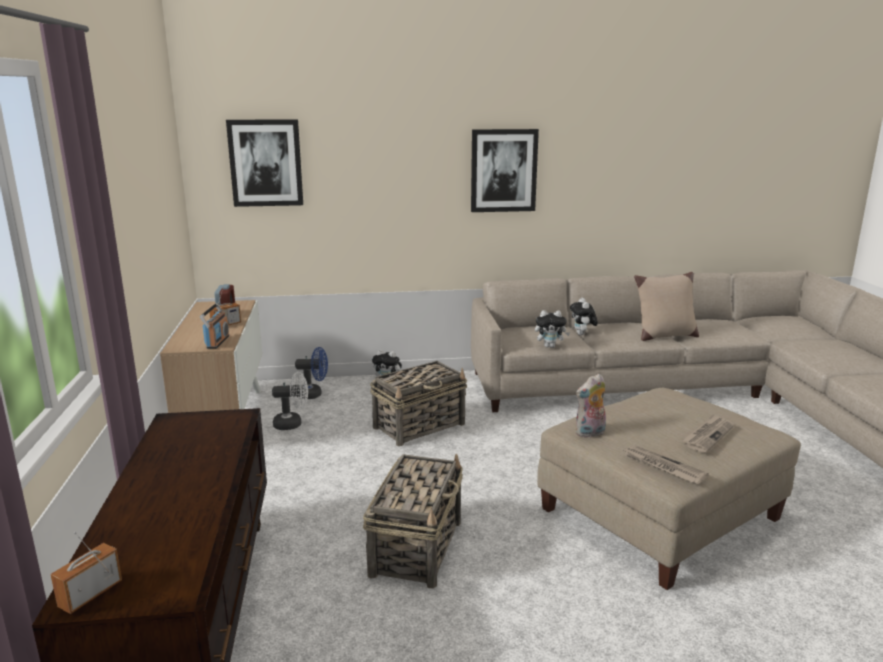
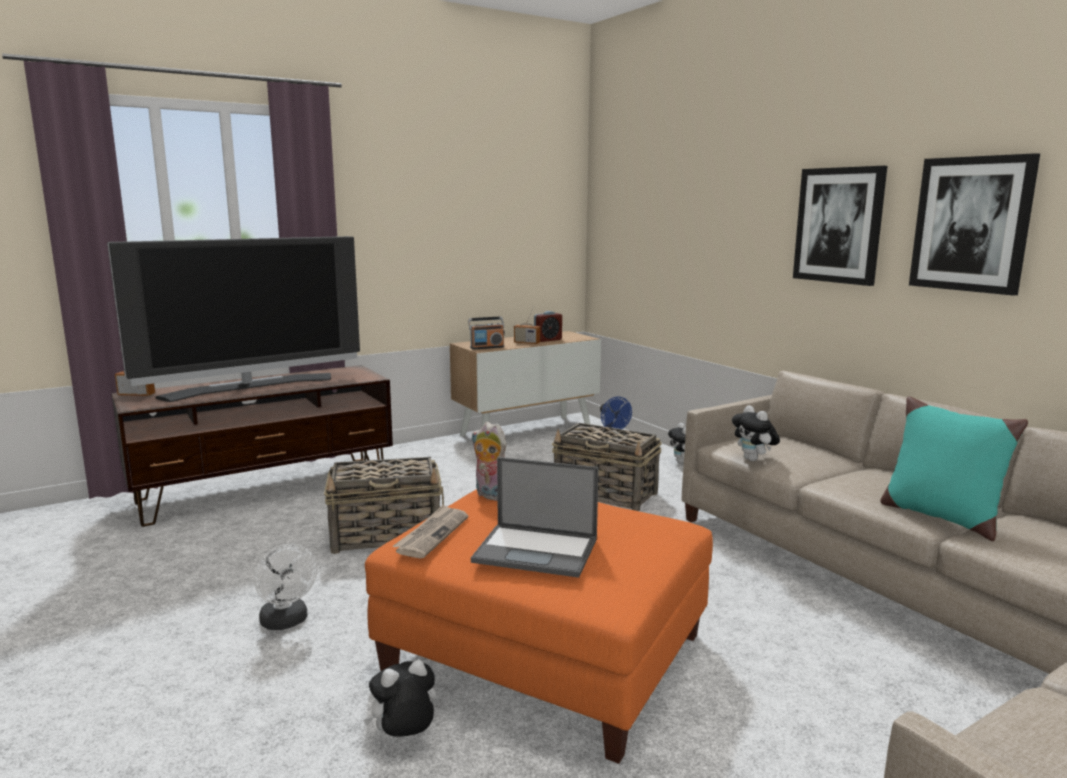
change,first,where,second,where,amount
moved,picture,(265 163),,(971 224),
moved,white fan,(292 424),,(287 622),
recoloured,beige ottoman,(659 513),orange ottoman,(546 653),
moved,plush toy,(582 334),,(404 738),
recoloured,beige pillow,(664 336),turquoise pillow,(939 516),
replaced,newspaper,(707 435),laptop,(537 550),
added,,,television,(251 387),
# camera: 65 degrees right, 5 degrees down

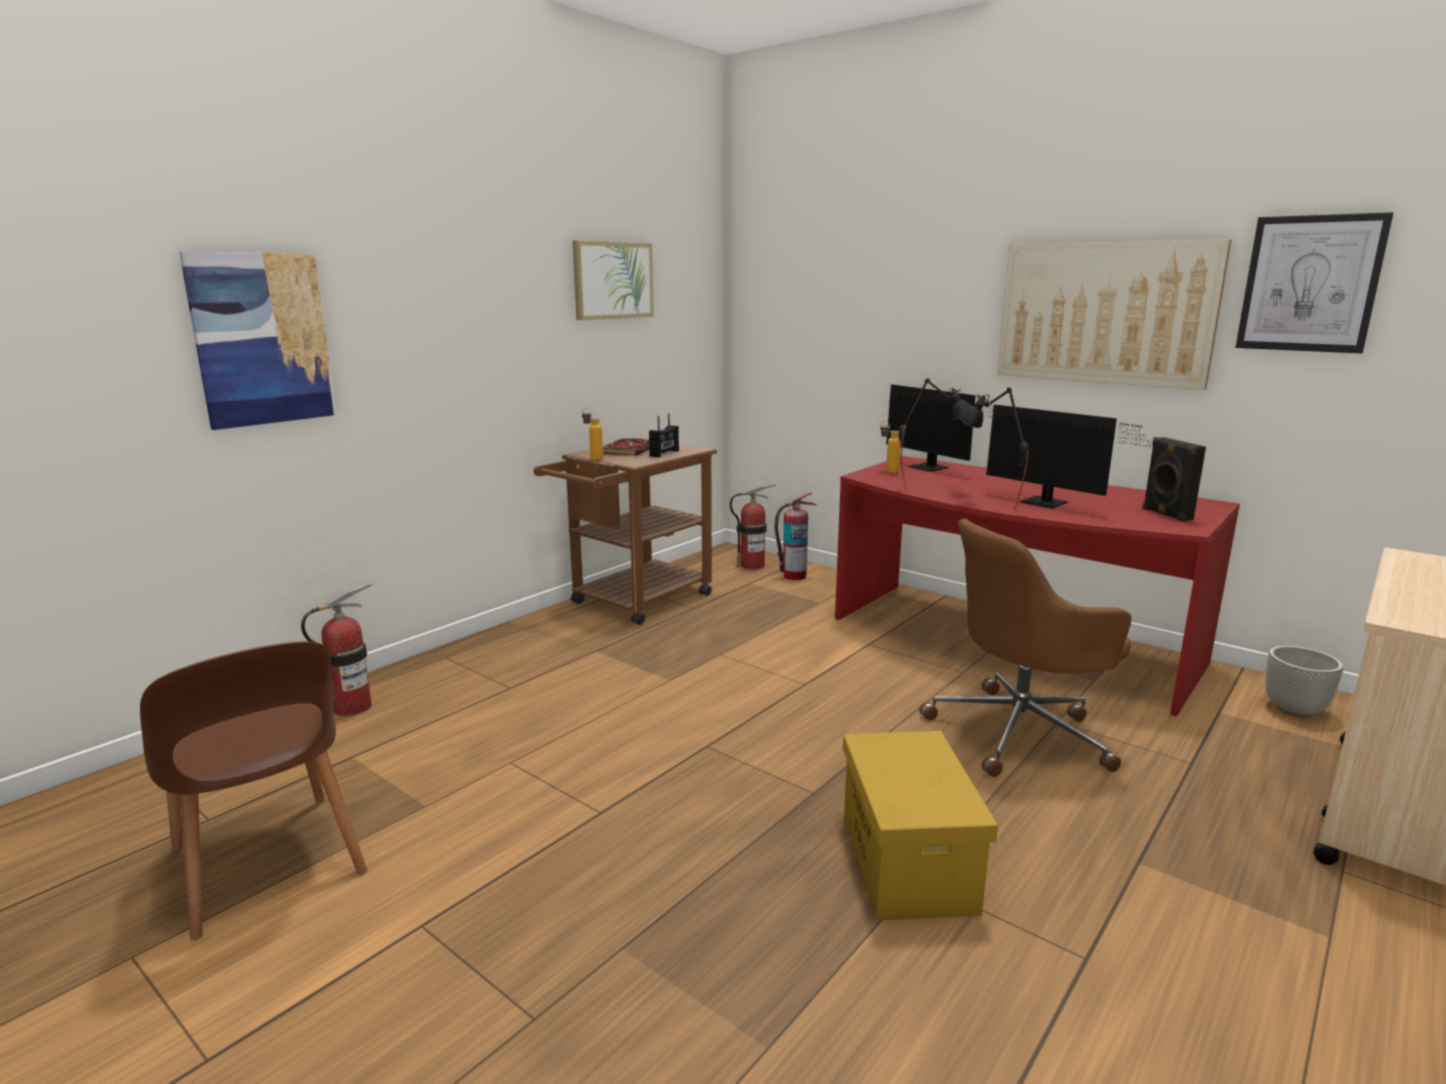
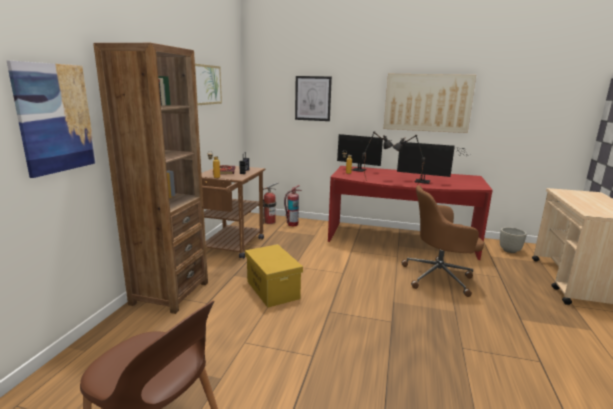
change,first,where,second,where,amount
removed,fire extinguisher,(352 707),,,
moved,yellow storage box,(908 863),,(273 290),
turned,brown office chair,(1020 732),,(439 277),45 degrees clockwise
removed,black speaker,(1165 514),,,
moved,picture,(1310 284),,(313 98),
added,,,brown bookcase,(170 293),
# camera: 25 degrees left, 0 degrees up

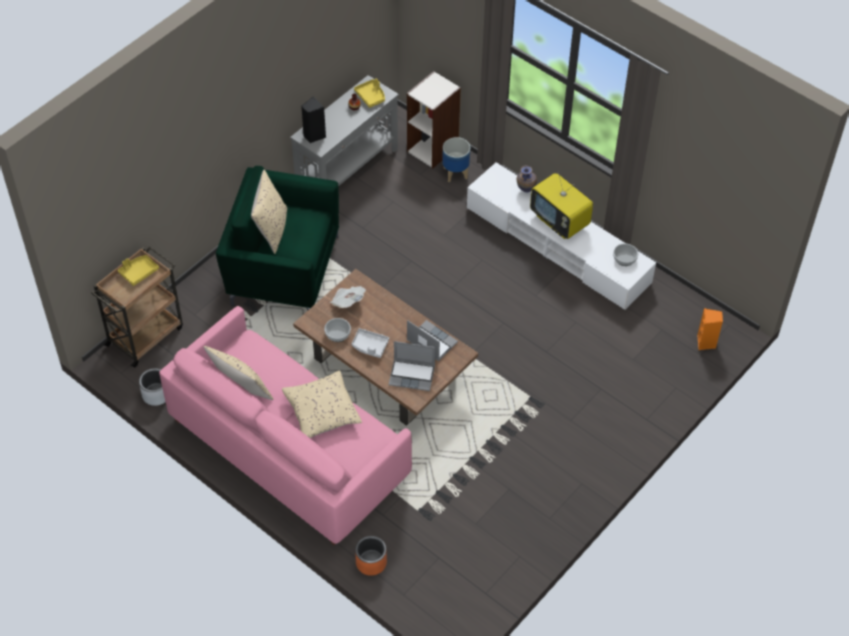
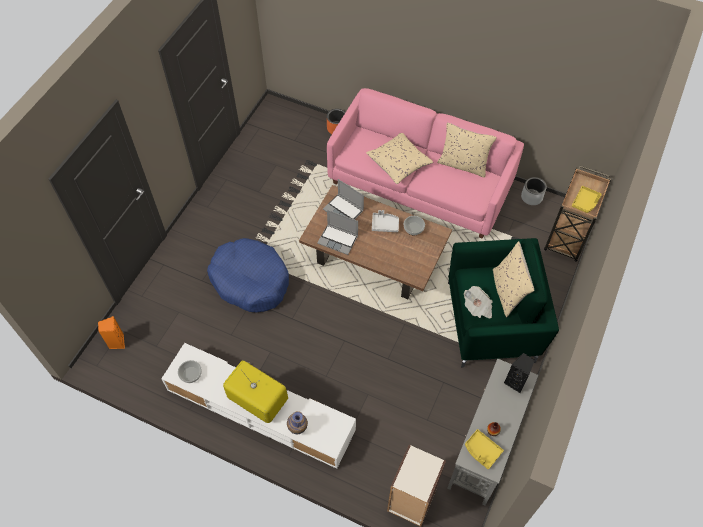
change,first,where,second,where,amount
moved,newspaper,(348 302),,(477 307),
turned,laptop,(412 375),,(344 210),135 degrees counterclockwise
removed,planter,(456 173),,,
added,,,blue dog bed,(250 280),
# camera: 165 degrees right, 5 degrees up

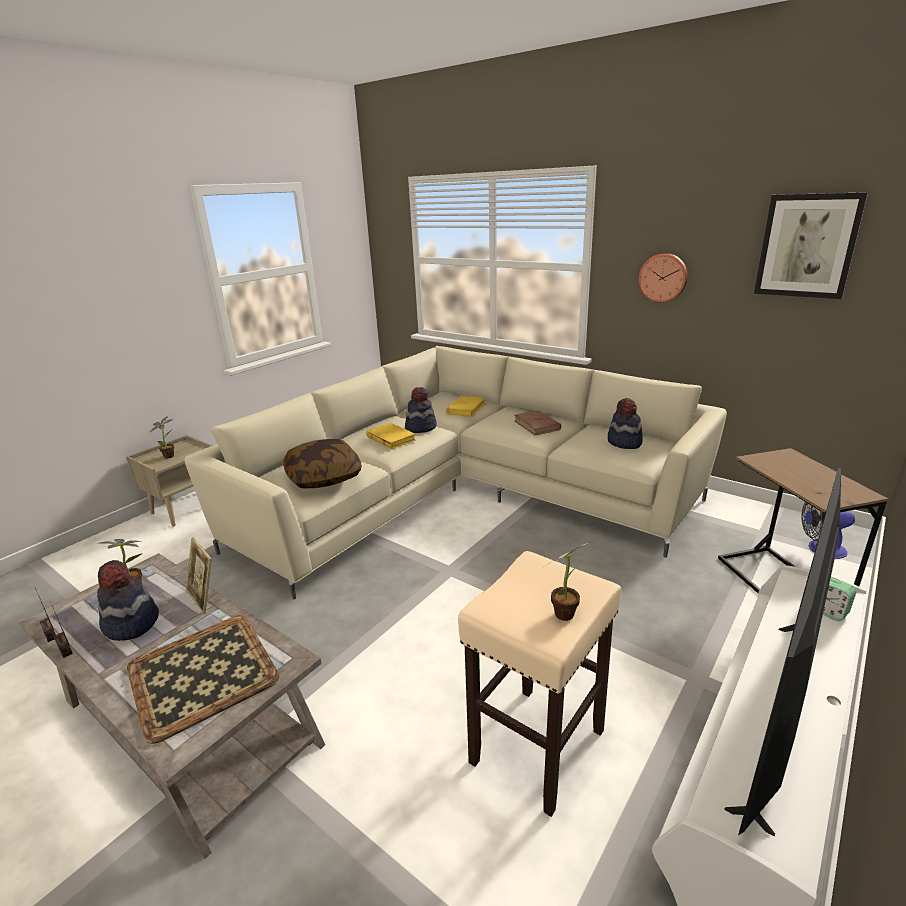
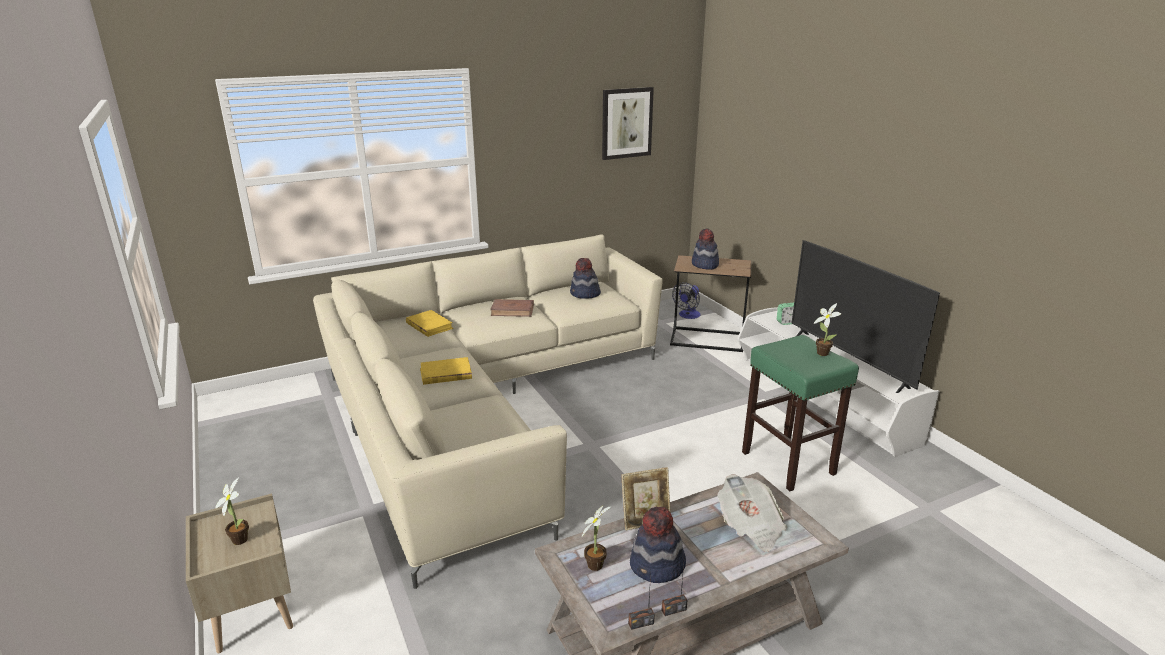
change,first,where,second,where,amount
replaced,tray,(201 675),newspaper,(750 527),
removed,pillow,(324 476),,,
moved,hat,(420 427),,(704 265),
recoloured,beige stool,(537 747),green stool,(789 463),
removed,wall clock,(663 277),,,
# camera: 65 degrees left, 0 degrees up

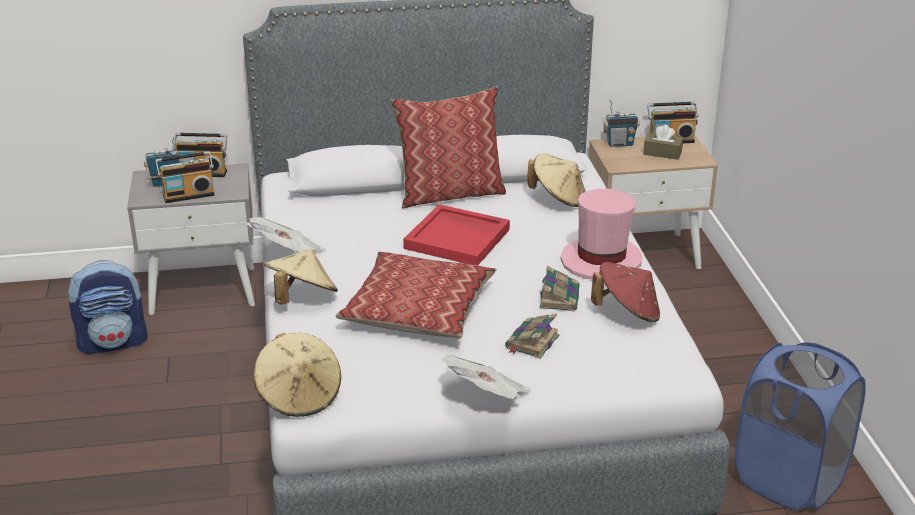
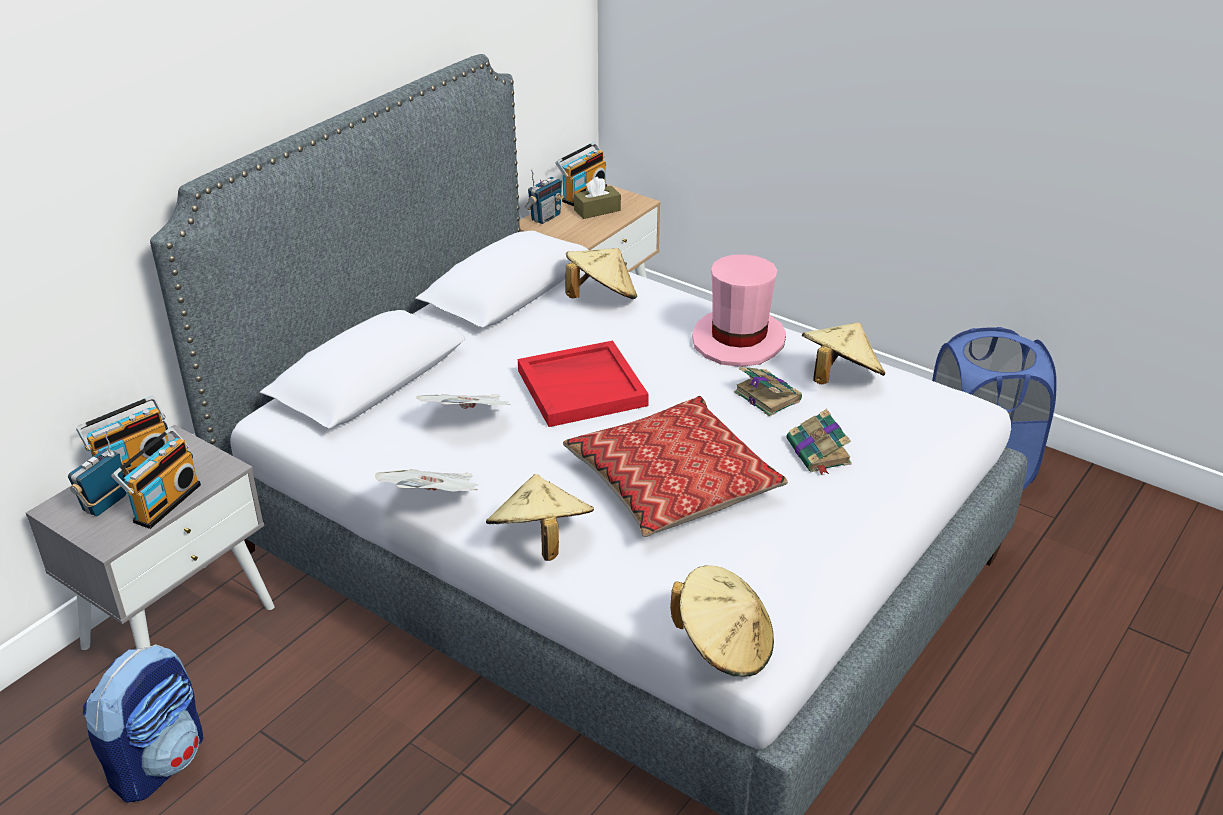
change,first,where,second,where,amount
removed,pillow,(450 193),,,
moved,newspaper,(487 396),,(469 420),
recoloured,red hat,(627 312),beige hat,(839 378),
# camera: 45 degrees left, 5 degrees up

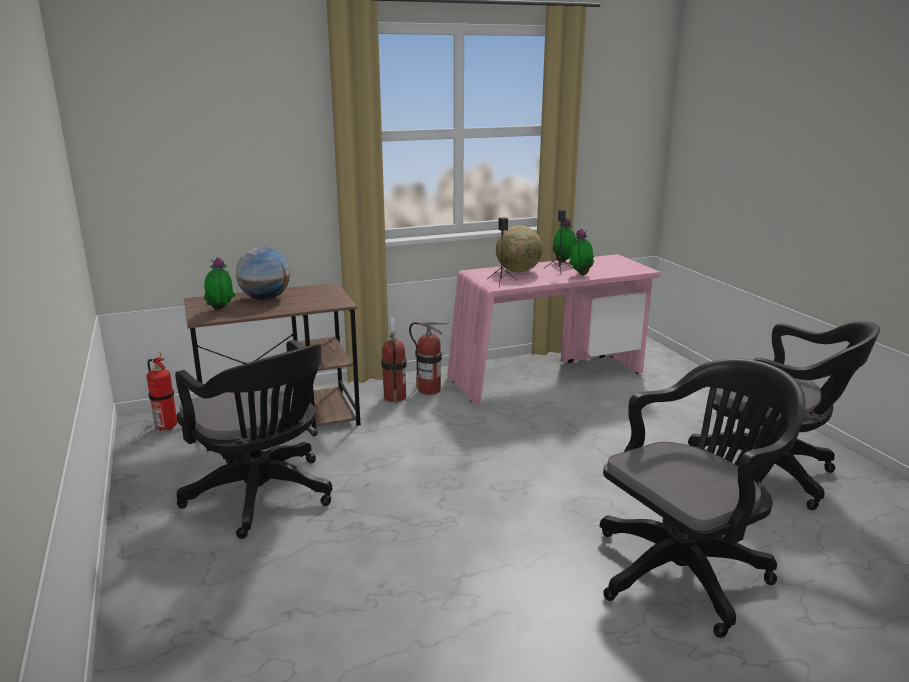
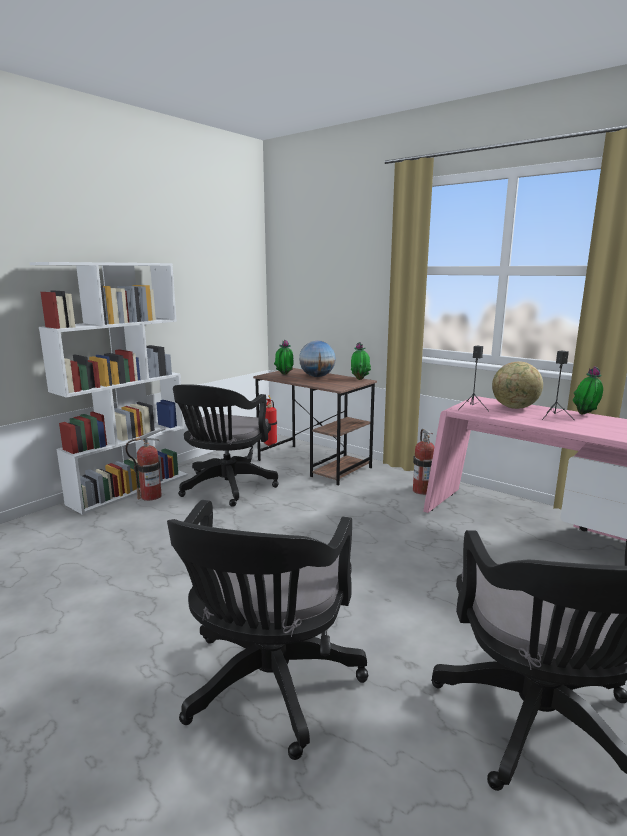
change,first,where,second,where,amount
moved,fire extinguisher,(395 397),,(151 496),
moved,potted plant,(580 274),,(360 379),
turned,black office chair,(686 570),,(268 687),75 degrees clockwise
added,,,white bookcase,(130 488),
# camera: 60 degrees right, 5 degrees down

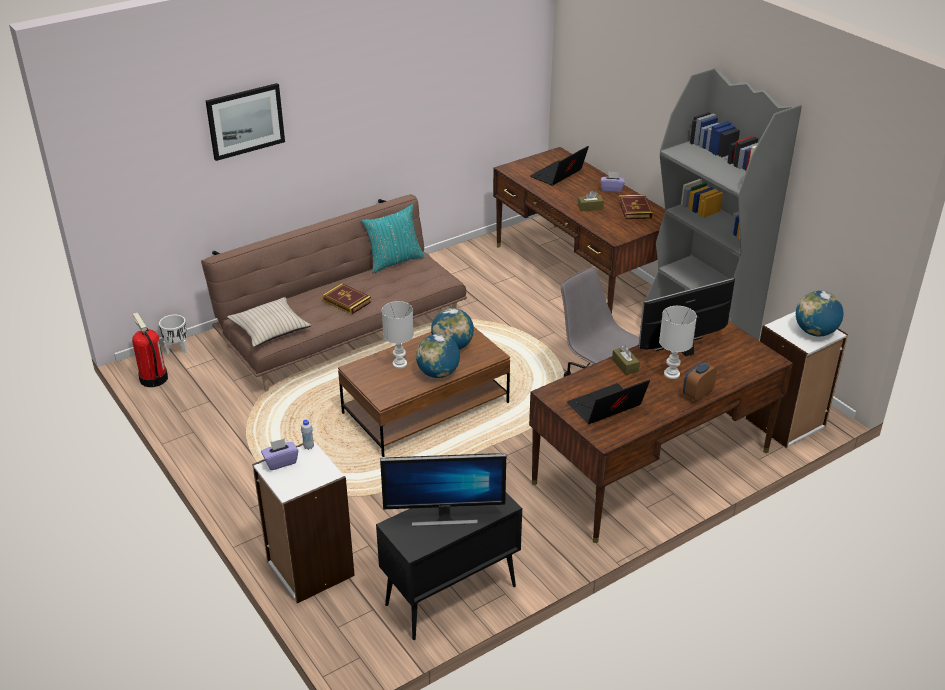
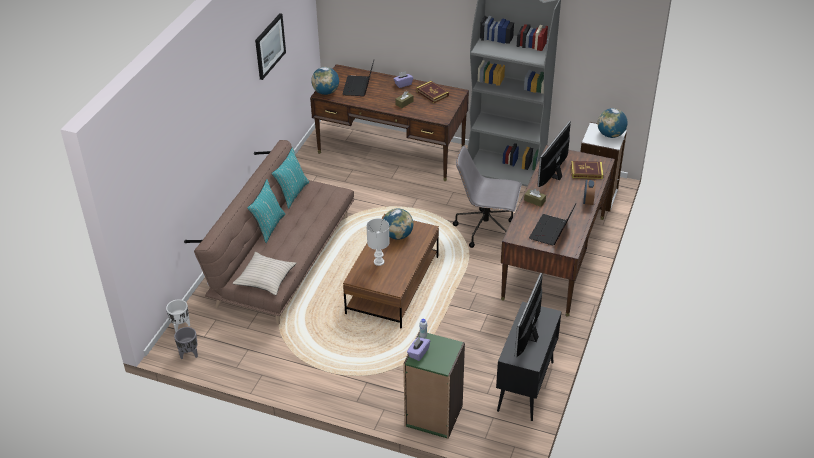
change,first,where,second,where,amount
replaced,fire extinguisher,(153 378),grey planter,(189 354),
moved,picture,(245 121),,(269 46),
recoloured,white bookcase,(309 569),green bookcase,(433 416),
moved,book,(347 301),,(586 172),
turned,monitor,(444 516),,(528 337),150 degrees clockwise
moved,globe,(438 373),,(326 92),
removed,white table lamp,(672 374),,,
added,,,turquoise pillow,(268 227),
# camera: 35 degrees left, 5 degrees up

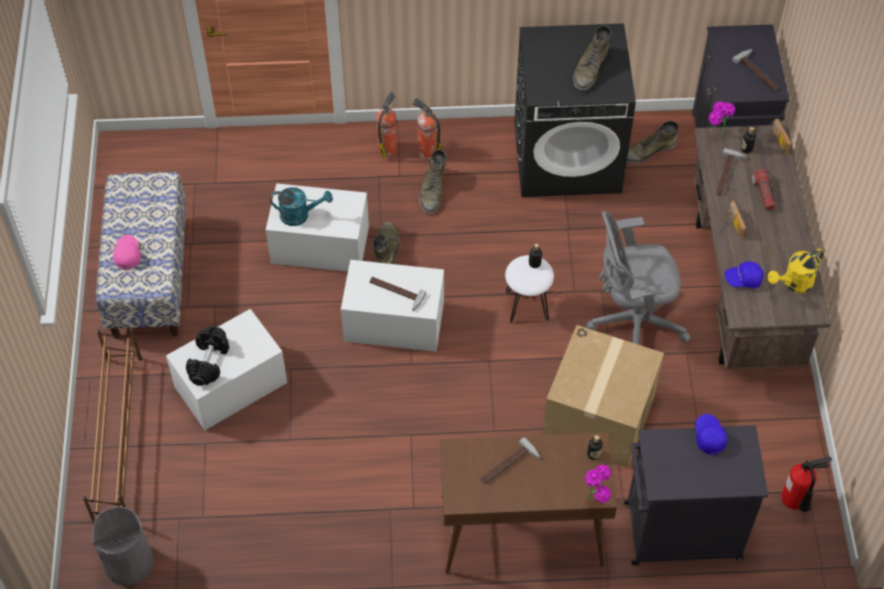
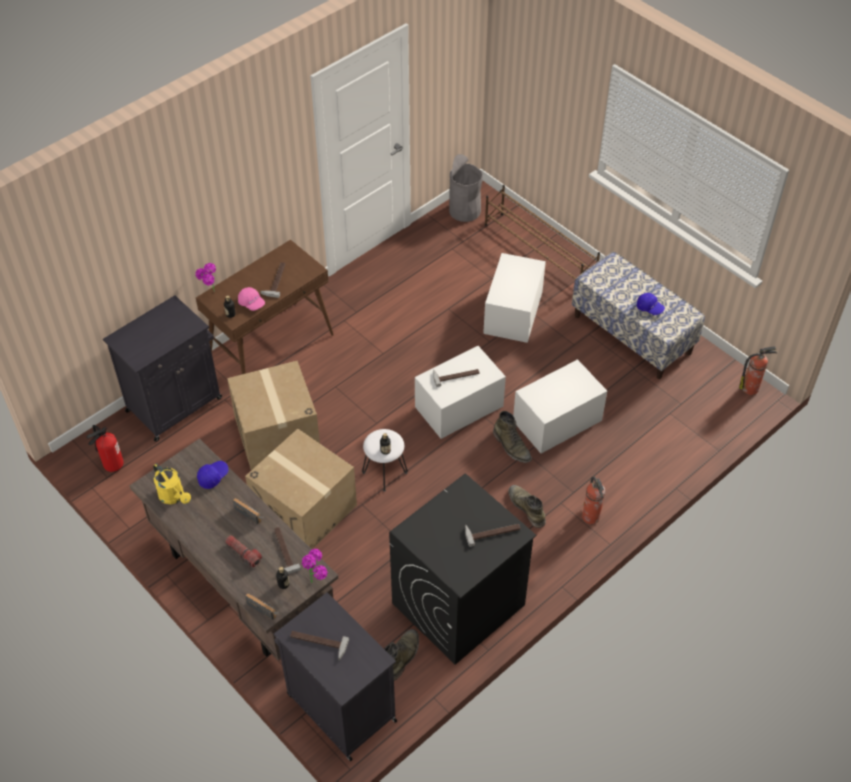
change,first,where,second,where,amount
moved,pink cap,(127 255),,(252 303),
removed,black dumbbell,(209 362),,,
removed,turquoise watering can,(300 215),,,
moved,fire extinguisher,(426 152),,(751 388),
removed,green boot,(590 69),,,
replaced,grey office chair,(631 321),cardboard box,(305 509),
moved,blue cap,(709 437),,(649 308),
turned,yellow watering can,(793 284),,(174 497),120 degrees clockwise
added,,,hammer,(492 531),
# camera: 140 degrees right, 5 degrees down

